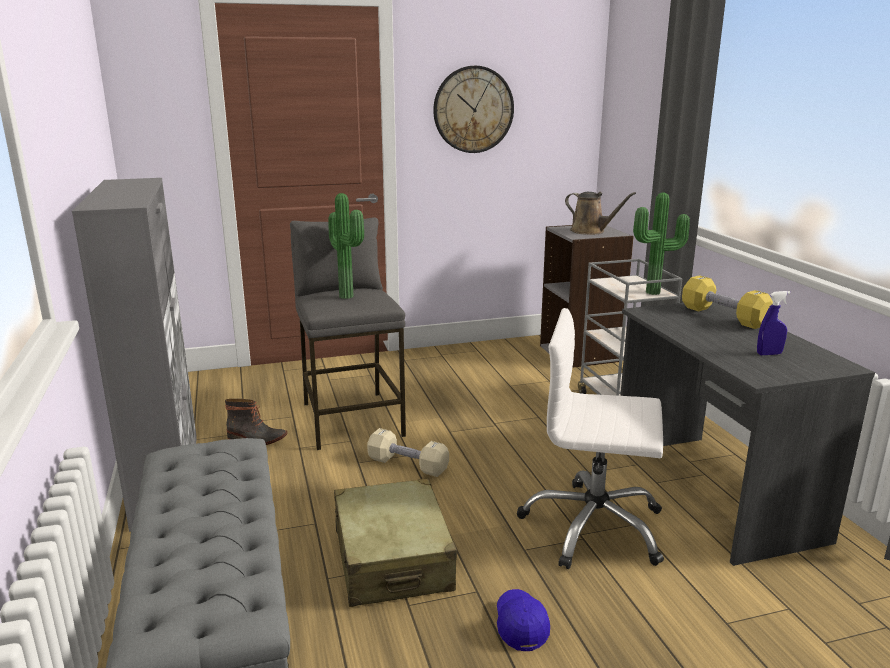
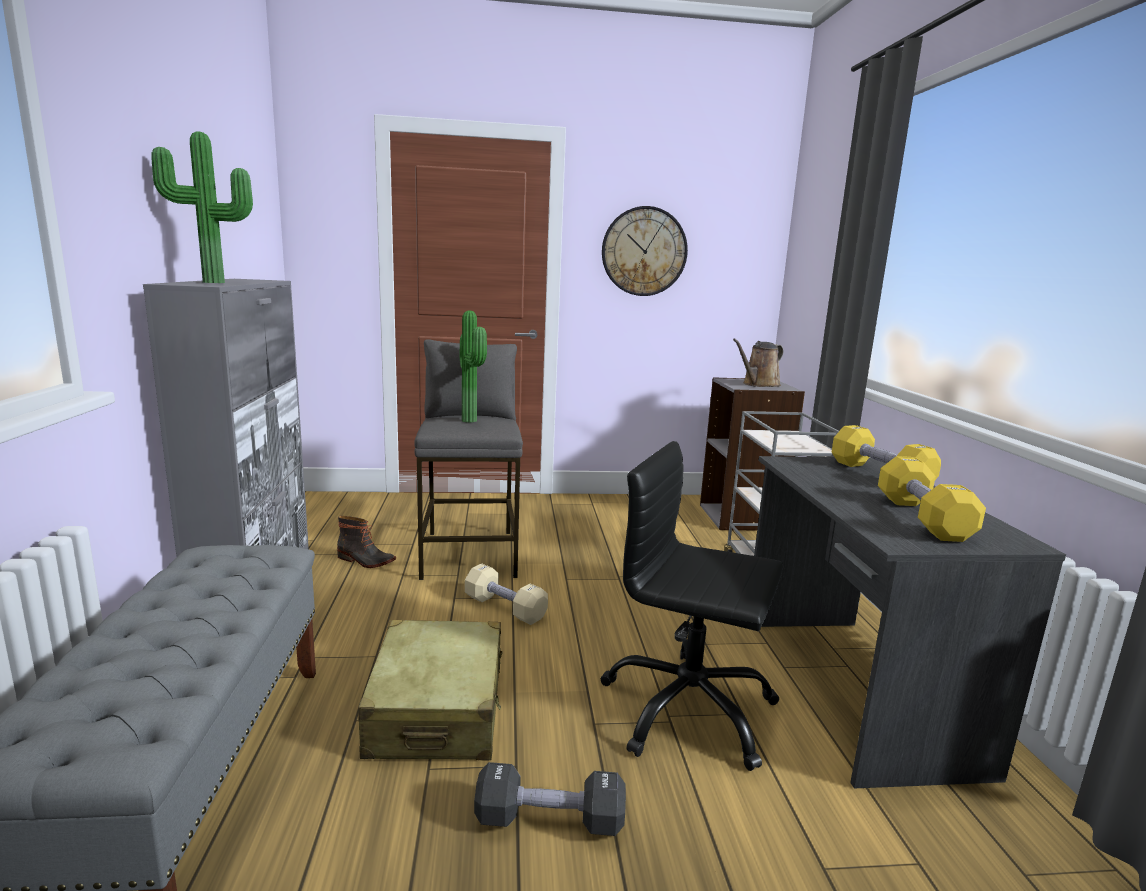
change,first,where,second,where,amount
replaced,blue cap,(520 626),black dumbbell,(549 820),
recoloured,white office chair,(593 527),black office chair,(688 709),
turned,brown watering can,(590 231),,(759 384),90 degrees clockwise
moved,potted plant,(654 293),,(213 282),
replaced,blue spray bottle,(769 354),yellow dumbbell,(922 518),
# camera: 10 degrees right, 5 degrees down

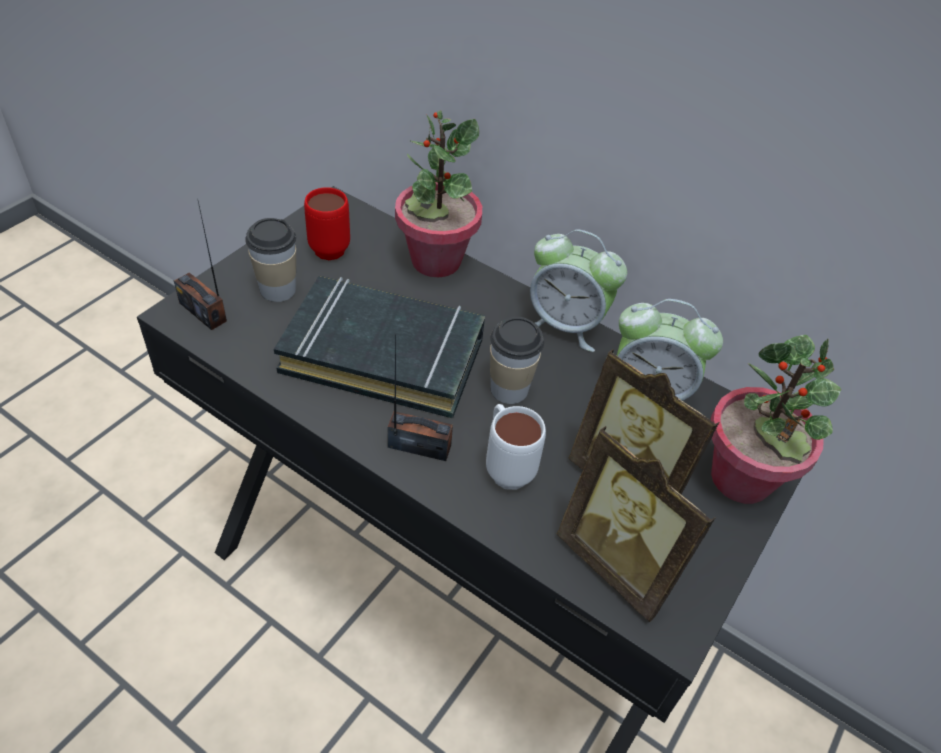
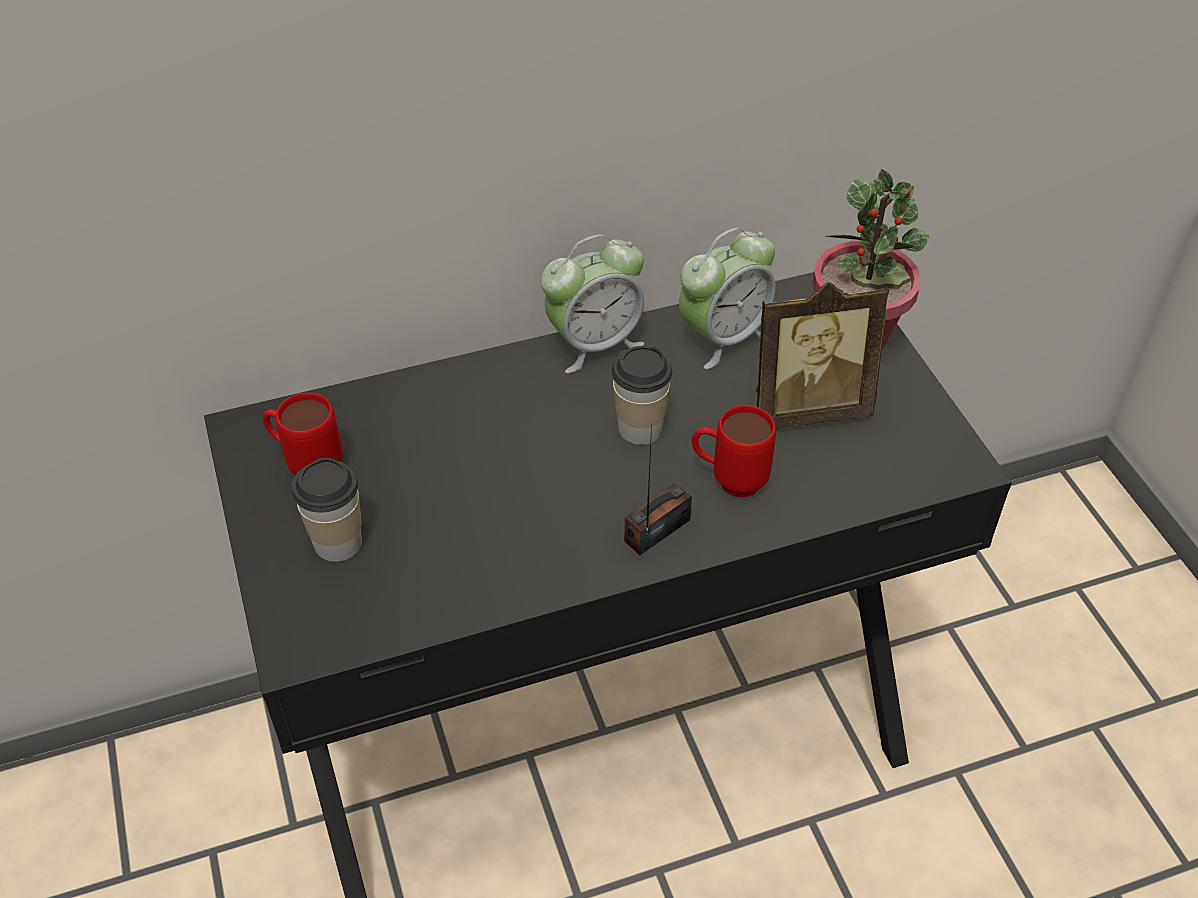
change,first,where,second,where,amount
removed,radio,(203 311),,,
removed,black book,(383 354),,,
removed,potted plant,(435 261),,,
recoloured,white mug,(505 466),red mug,(728 480),
removed,picture frame,(620 563),,,
# camera: 50 degrees left, 0 degrees up

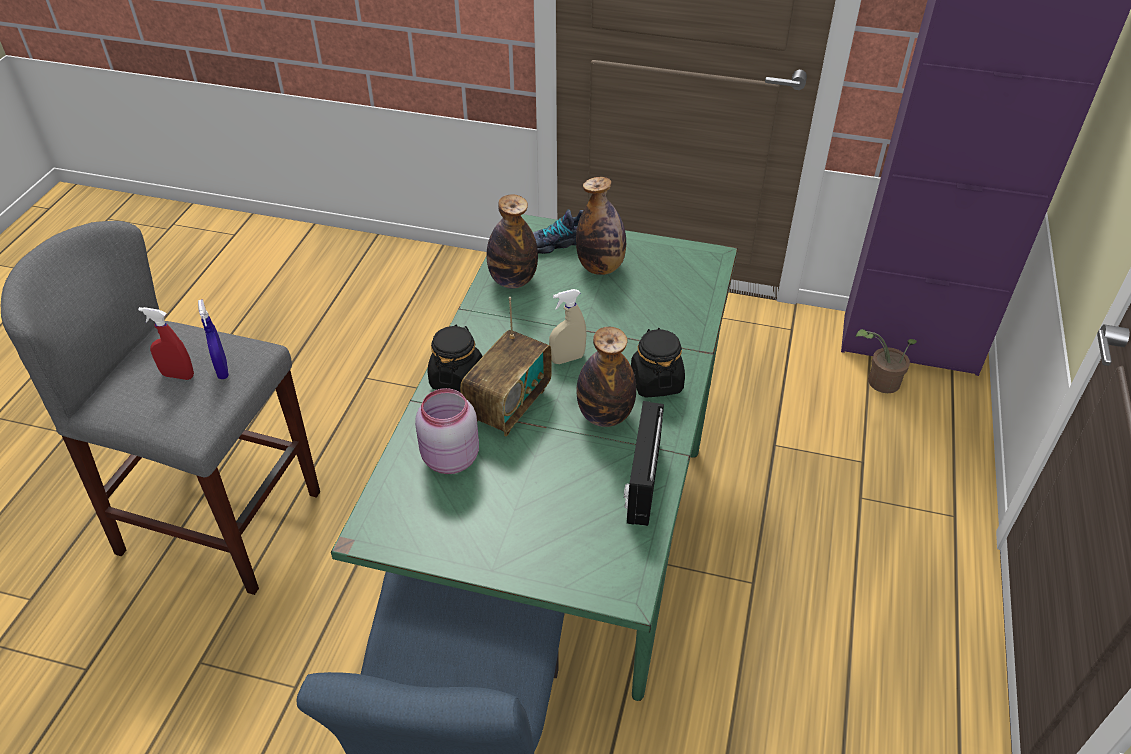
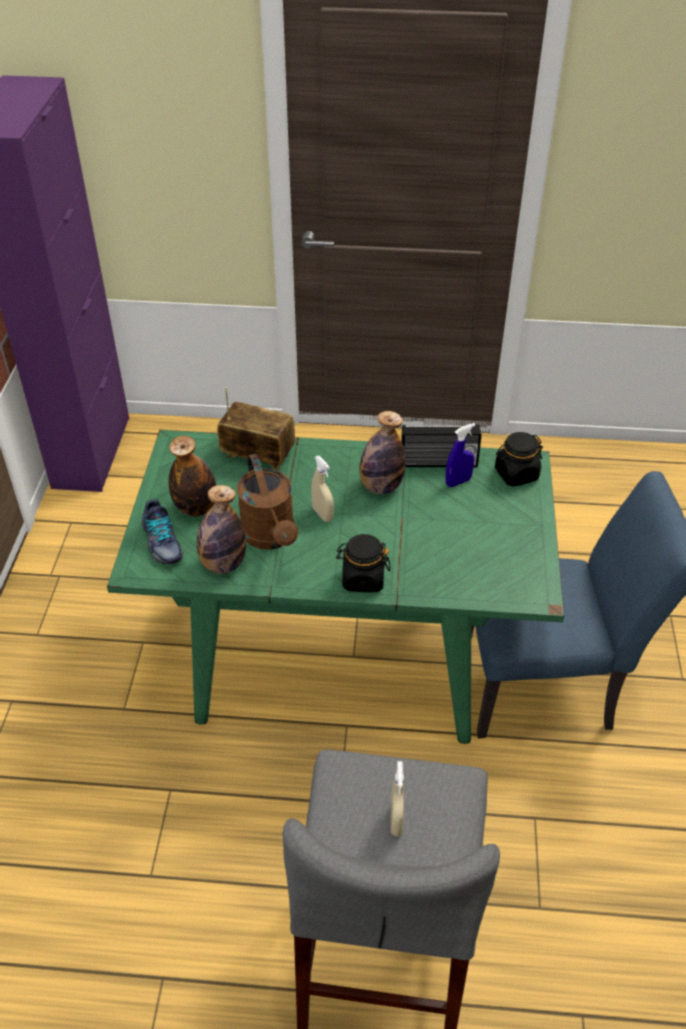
change,first,where,second,where,amount
recoloured,red spray bottle,(178 375),beige spray bottle,(396 821),
moved,blue spray bottle,(222 370),,(458 482),
removed,pink jar,(449 459),,,
moved,radio,(508 405),,(258 455),
moved,black jar,(656 382),,(516 474),
removed,potted plant,(878 382),,,
added,,,brown watering can,(271 537),
# camera: 100 degrees left, 0 degrees up

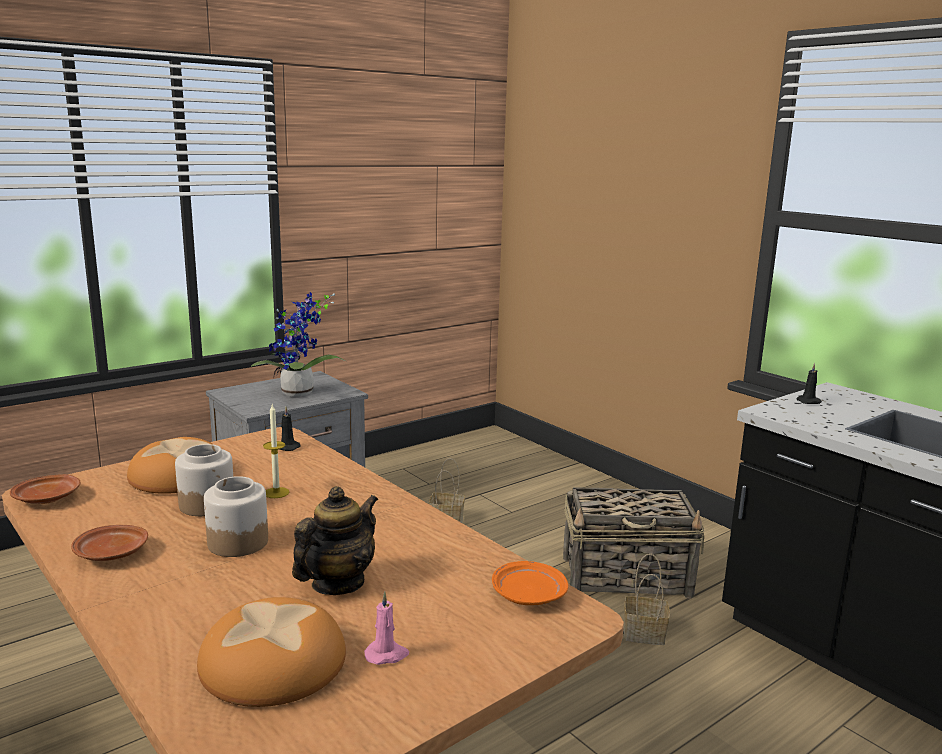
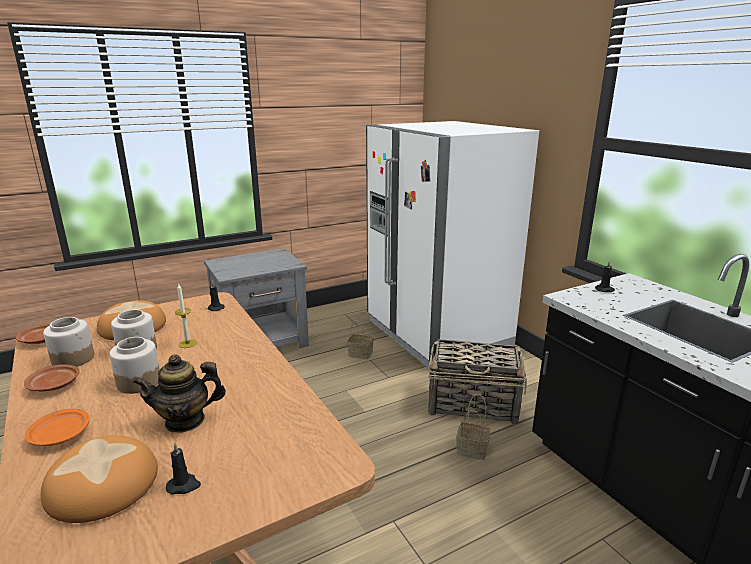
change,first,where,second,where,amount
removed,potted plant,(299 394),,,
turned,teapot,(337 583),,(185 421),150 degrees counterclockwise
recoloured,pink candle,(387 655),black candle,(184 486),
moved,orange plate,(527 595),,(60 435),
added,,,jar,(73 359),
added,,,white fridge,(437 333),
# camera: 10 degrees right, 5 degrees up

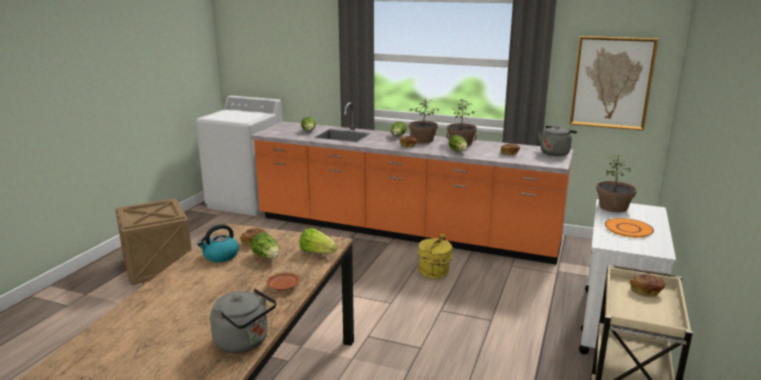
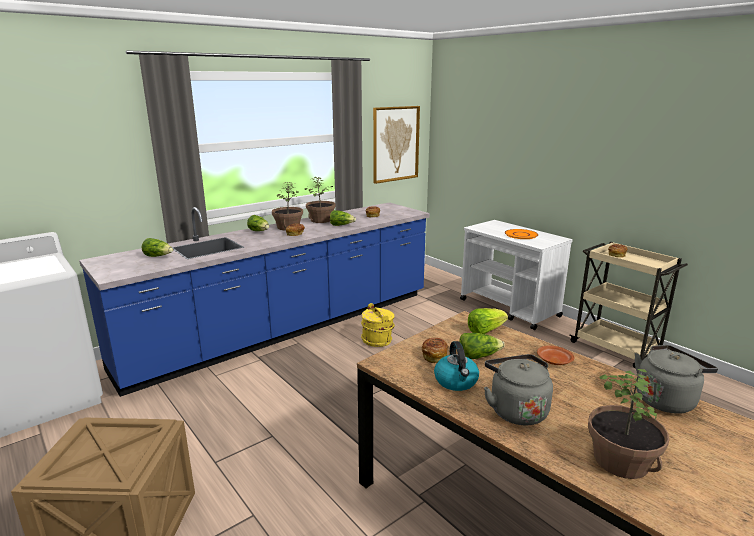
change,first,where,second,where,amount
recoloured,orange counter,(404 232),blue counter,(287 329),
moved,grey kettle,(555 153),,(515 410),
moved,potted plant,(613 207),,(621 460),
# camera: 60 degrees left, 0 degrees up

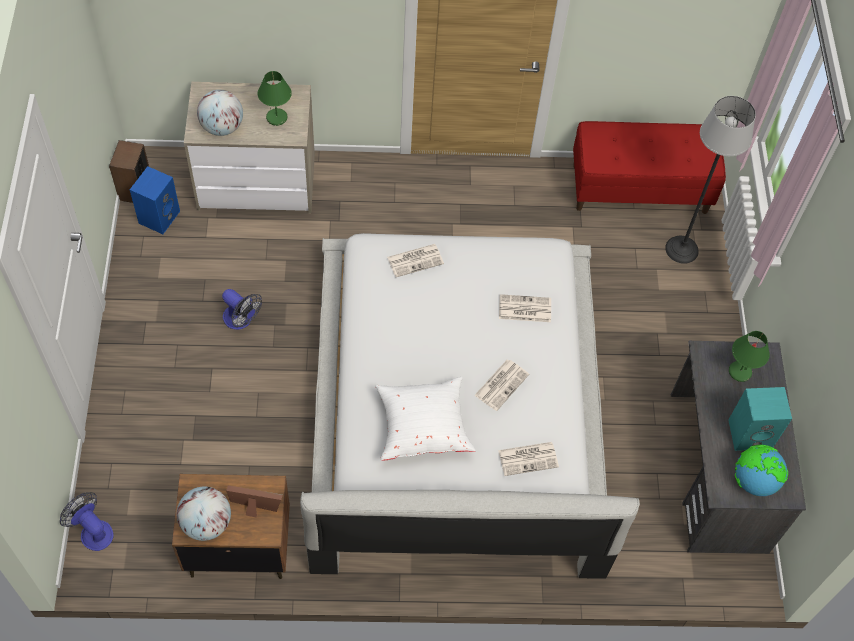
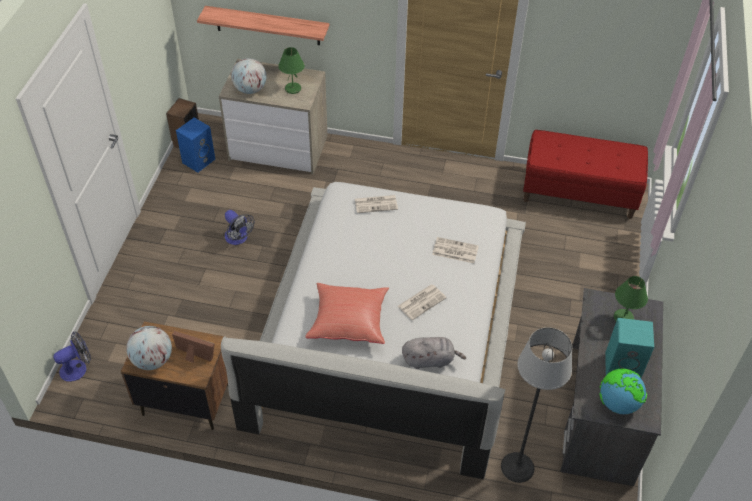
change,first,where,second,where,amount
turned,fan,(93 531),,(78 368),90 degrees clockwise
recoloured,white pillow,(422 426),red pillow,(348 321),
replaced,newspaper,(528 458),grey plush toy,(430 360),
moved,floor lamp,(682 249),,(517 467),
added,,,shelf,(267 25),
# camera: 15 degrees right, 10 degrees down

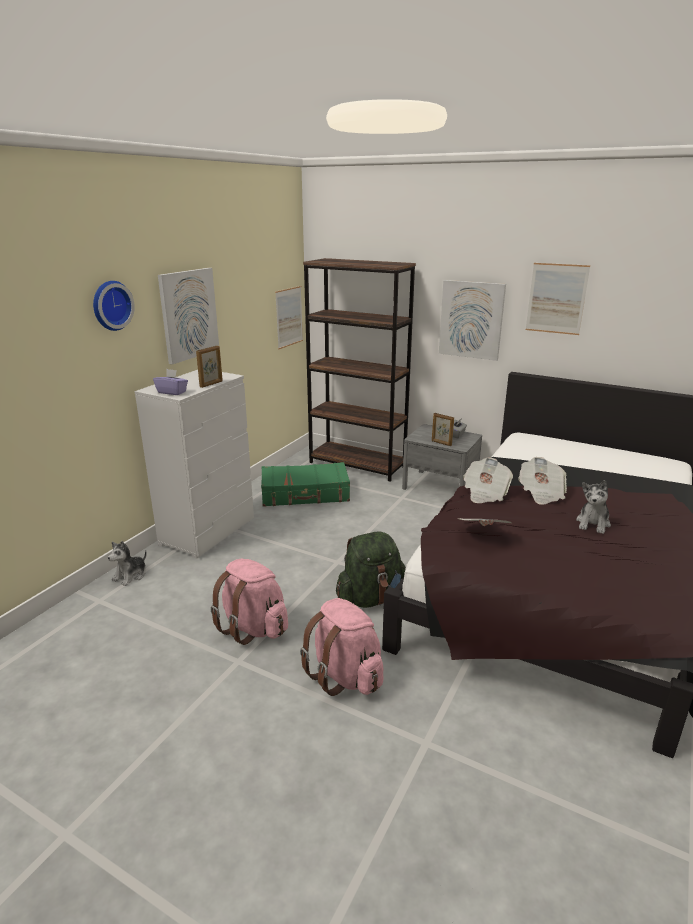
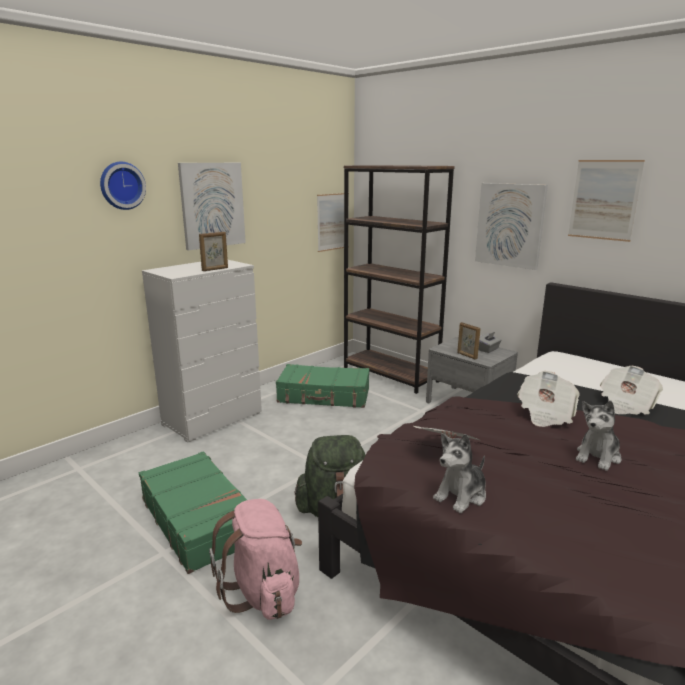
change,first,where,second,where,amount
moved,plush toy,(131 575),,(461 495),
removed,purple tissue box,(172 392),,,
replaced,pink backpack,(253 627),green suitcase,(199 519),
moved,newspaper,(485 493),,(626 405),
# camera: 15 degrees right, 5 degrees down

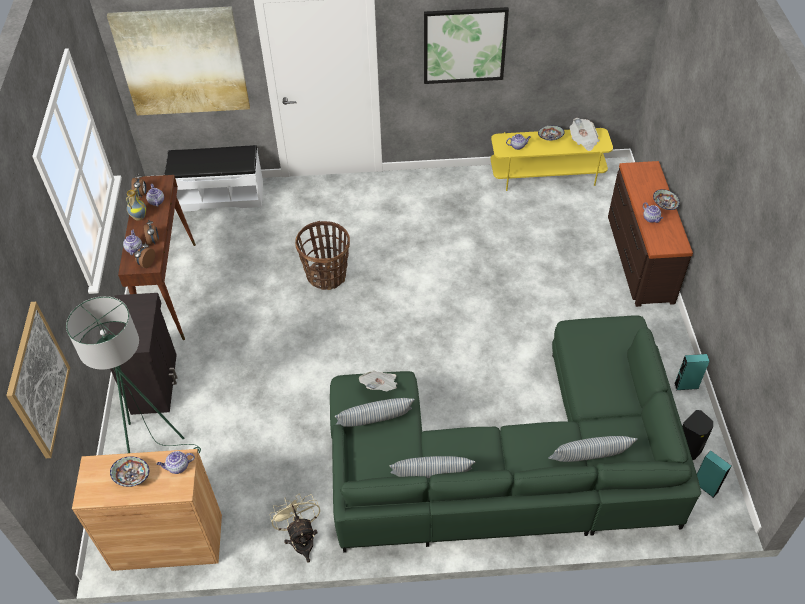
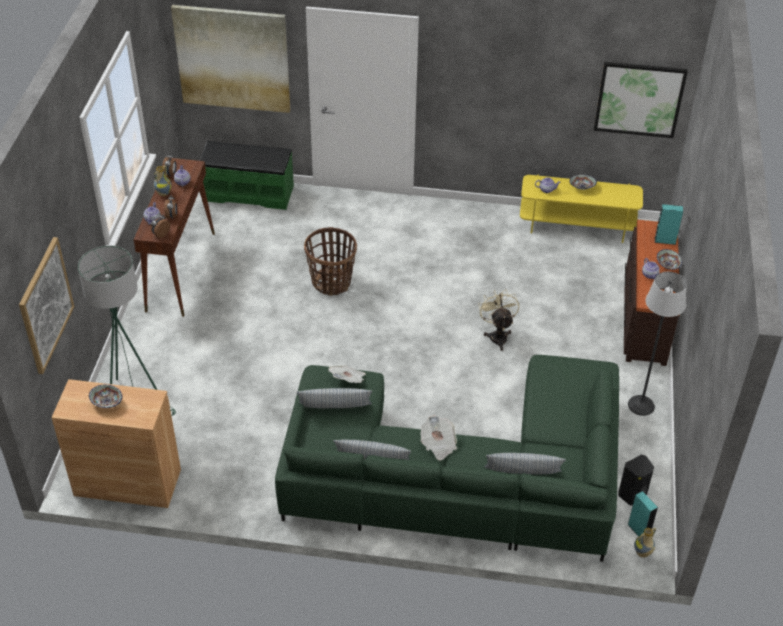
change,first,where,second,where,amount
removed,black cabinet,(155 383),,,
removed,teapot,(178 467),,,
recoloured,white bench,(219 196),green bench,(248 193),
moved,beige fan,(301 539),,(497 335),
moved,picture,(464 45),,(639 99),
moved,newspaper,(583 141),,(438 444),
moved,turquoise speaker,(686 385),,(665 240),
added,,,floor lamp,(641 405),
added,,,vase,(642 553),
# camera: 10 degrees right, 5 degrees down

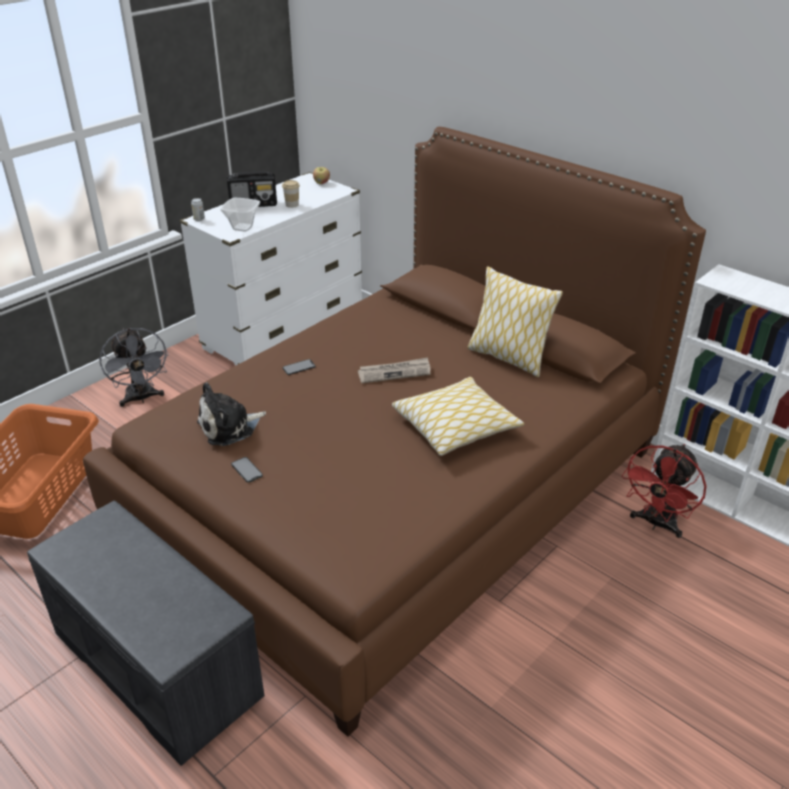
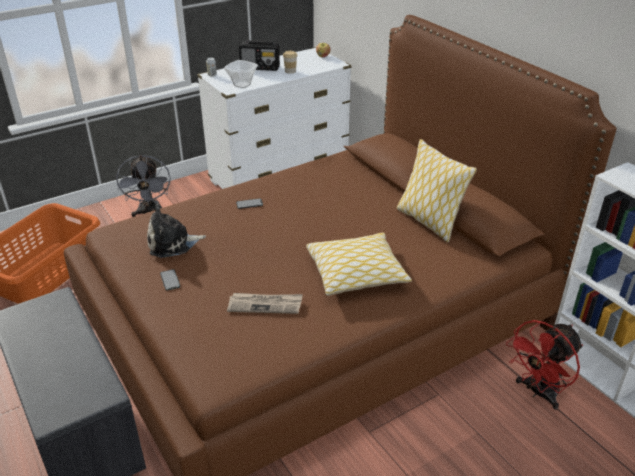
change,first,where,second,where,amount
moved,newspaper,(394 372),,(265 305),
# camera: 15 degrees right, 0 degrees up

